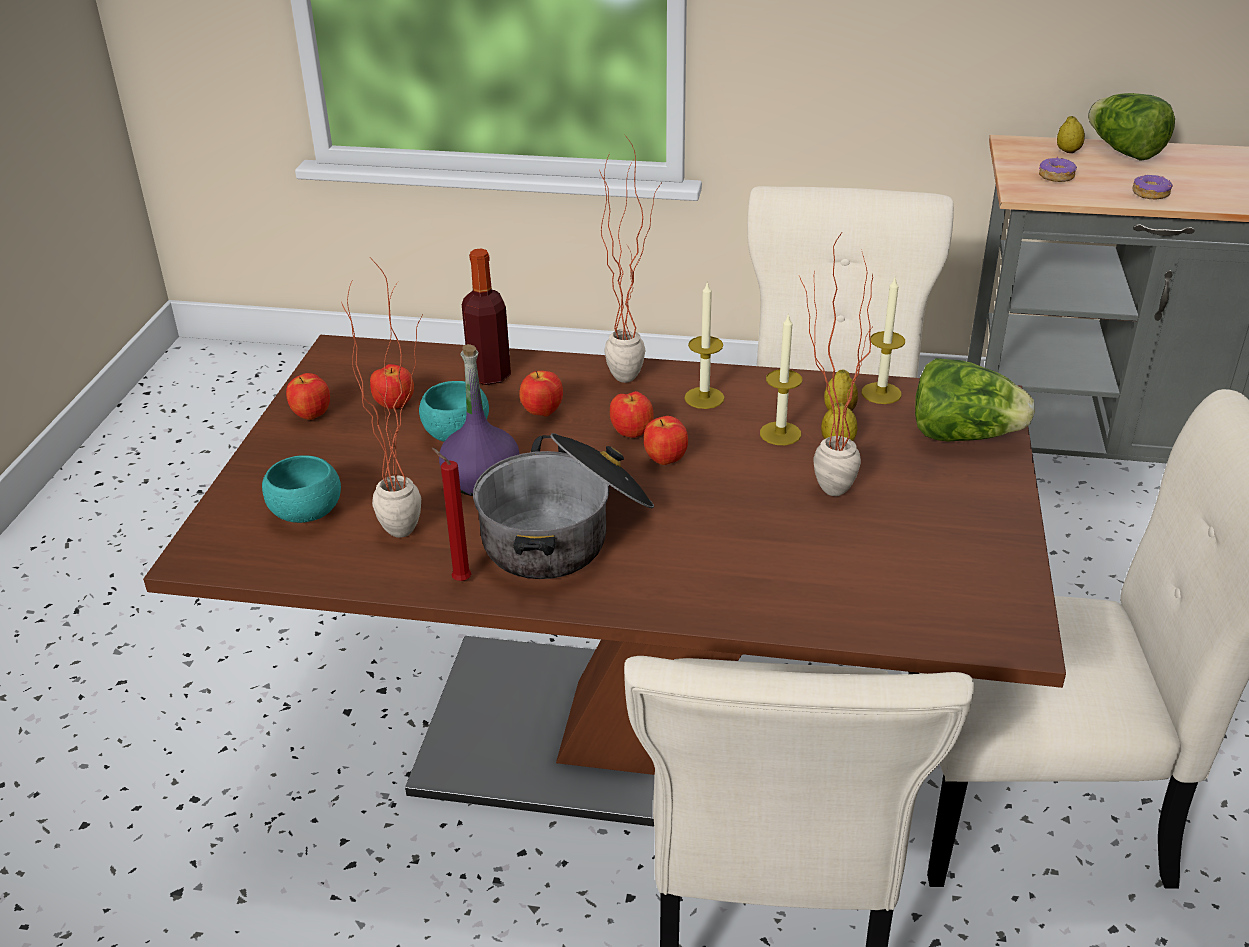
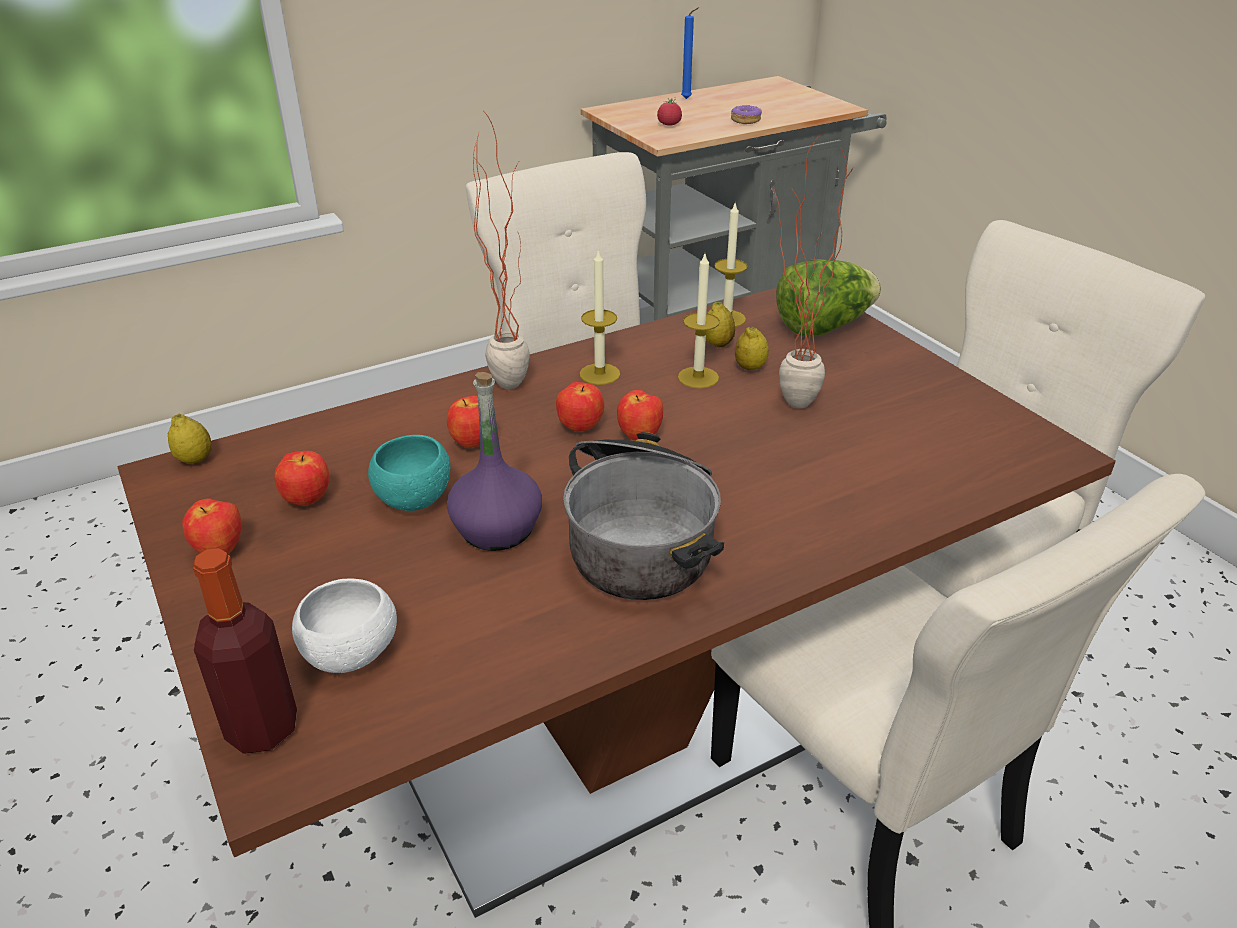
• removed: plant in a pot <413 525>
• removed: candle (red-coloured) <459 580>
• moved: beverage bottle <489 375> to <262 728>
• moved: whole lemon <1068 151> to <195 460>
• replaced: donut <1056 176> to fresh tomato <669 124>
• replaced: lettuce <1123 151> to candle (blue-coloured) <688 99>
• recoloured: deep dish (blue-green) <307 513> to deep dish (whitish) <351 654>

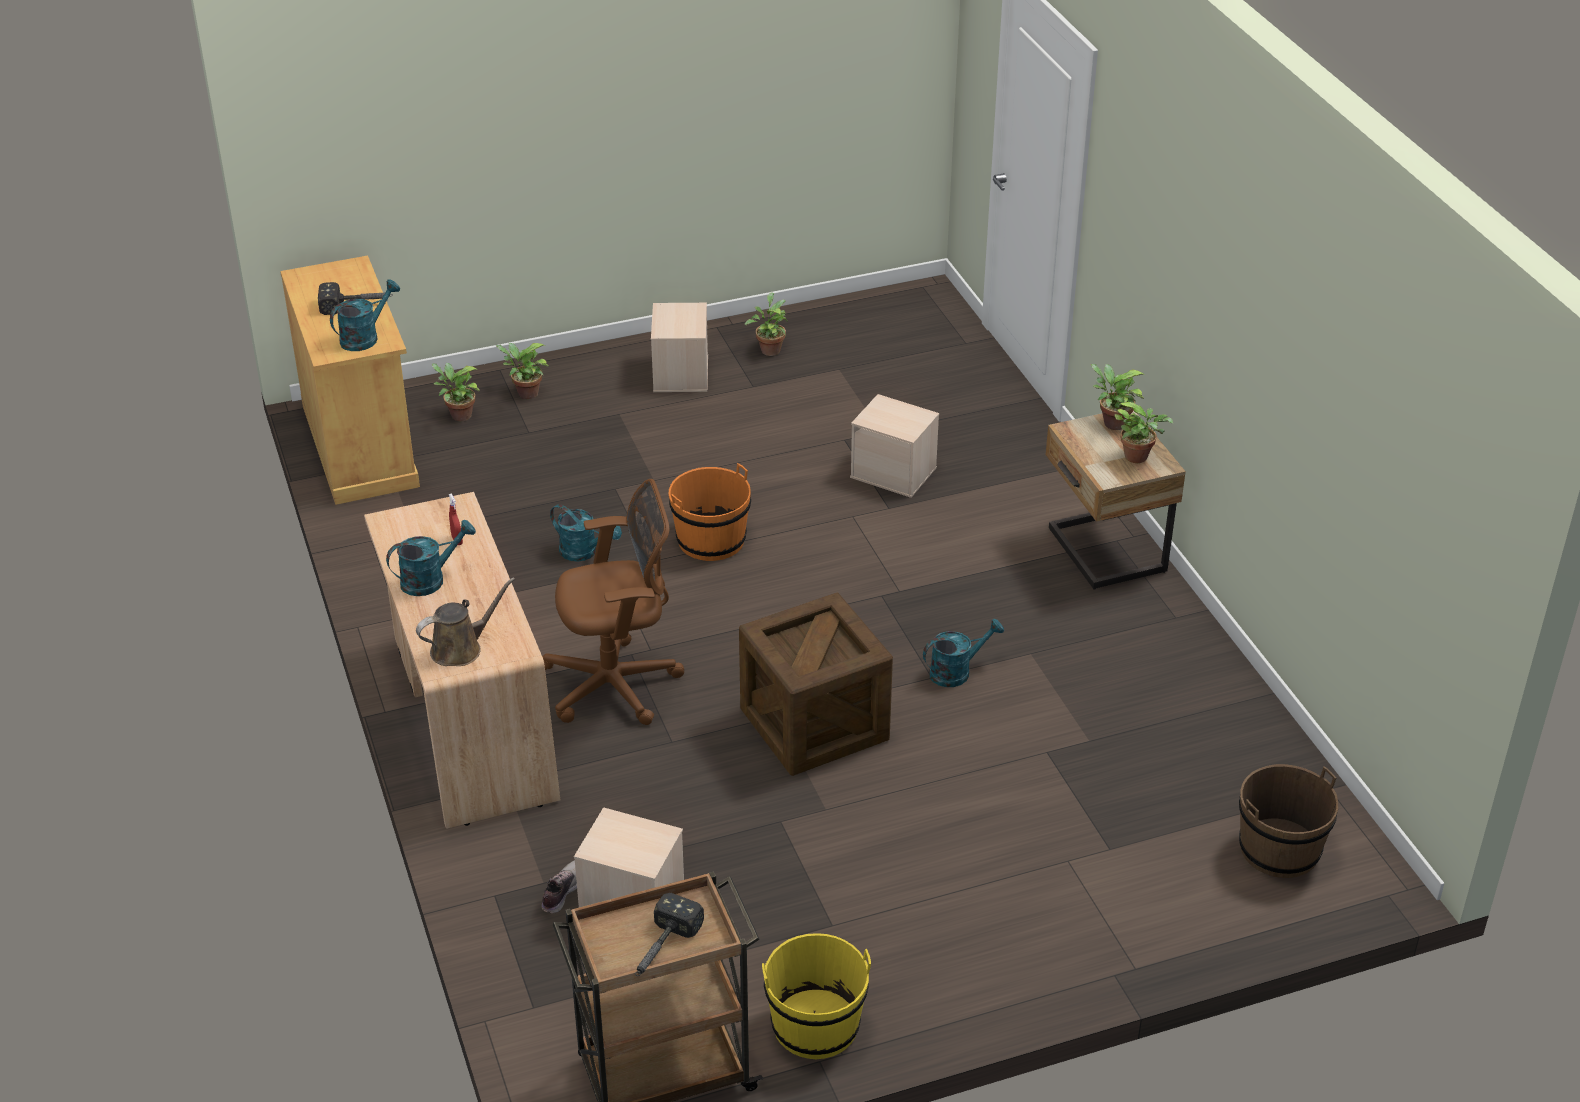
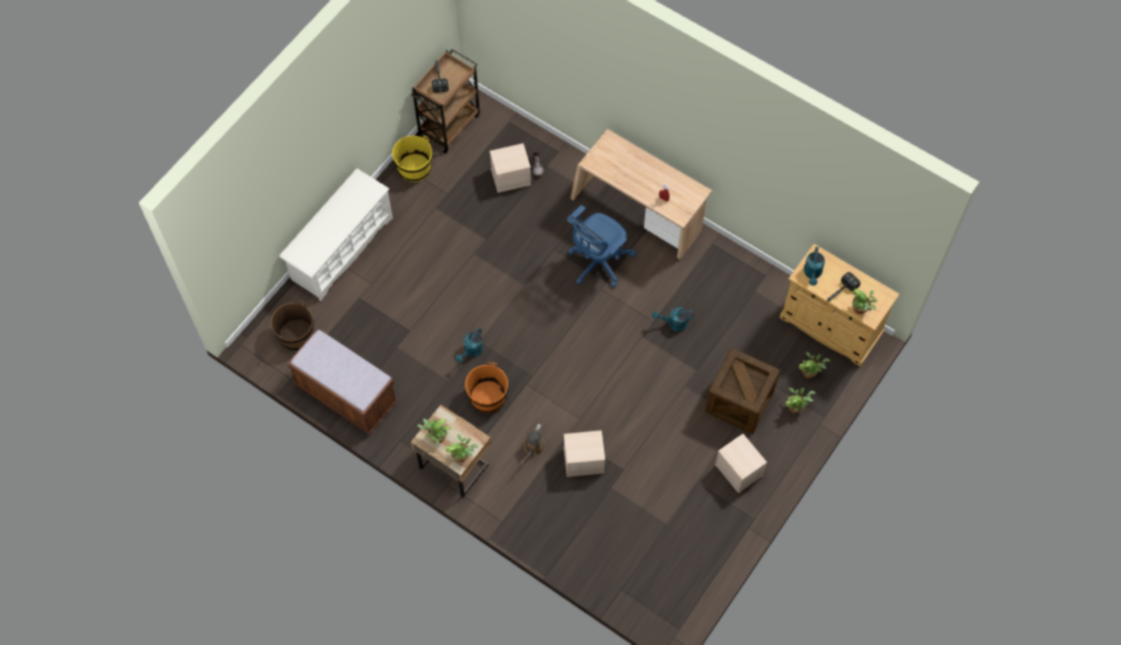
• removed: watering pot (blue-green) <430 579>
• added: shoe stand (whitish) <341 248>
• added: indoor bench (brown-coloured) <346 394>
• moved: watering pot (brown-coloured) <461 648> to <533 448>
• moved: water bucket (orangey) <711 540> to <487 397>
• moved: shipping crate <814 724> to <739 401>
• moved: plant in a pot <769 349> to <860 310>
• recoloured: computer chair (brown-coloured) <617 684> to computer chair (blue-coloured) <597 263>

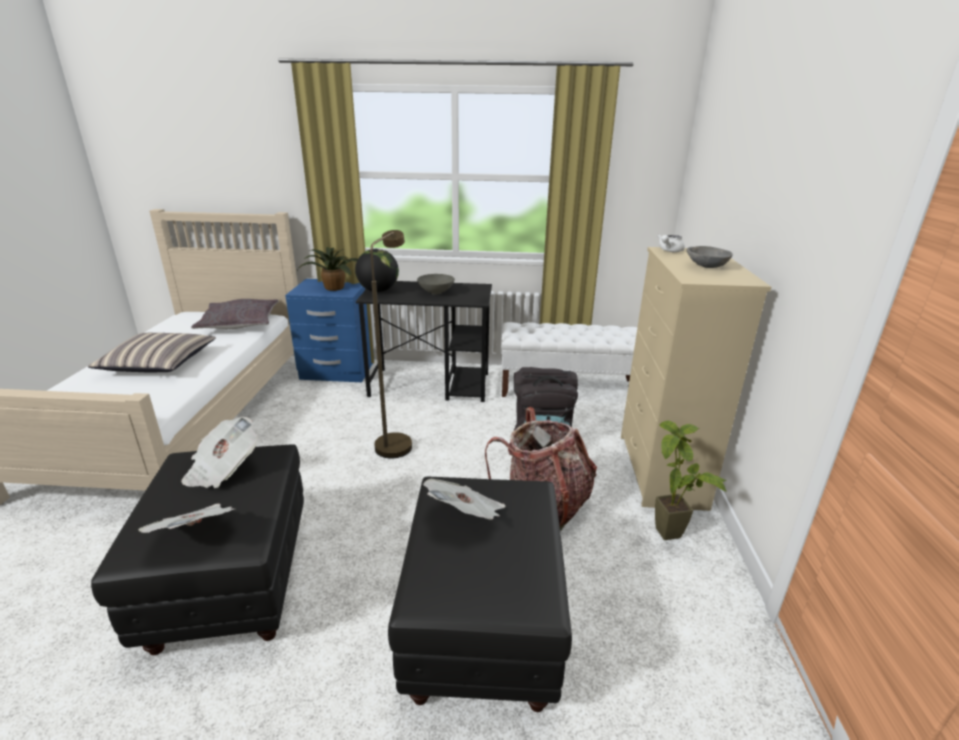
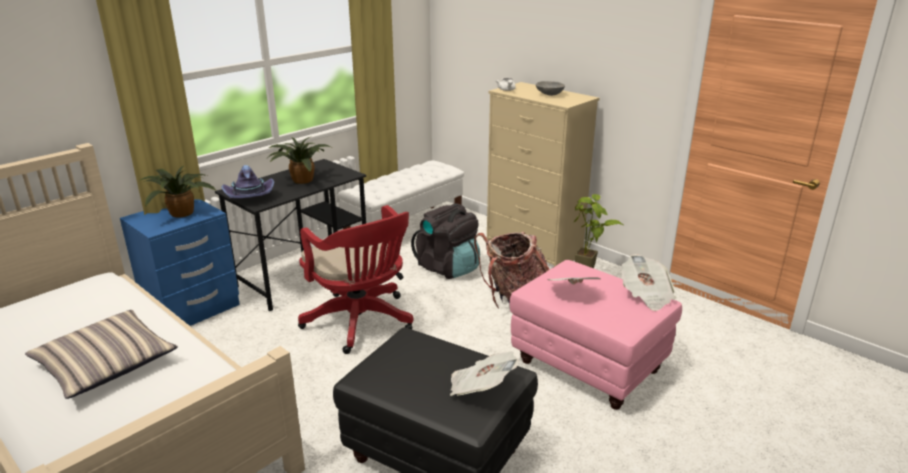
• removed: throw pillow (grey) <239 323>
• moved: printed paper <223 469> to <646 295>
• replaced: desk globe <378 291> to clothing hat (purple-coloured) <249 197>
• replaced: standing lamp (brown-coloured) <396 441> to computer chair (red-coloured) <361 323>
• replaced: deep dish (grey) <435 292> to plant in a pot <301 180>
• recoloured: pouffe (blackish) <483 628> to pouffe (pinkish) <589 365>

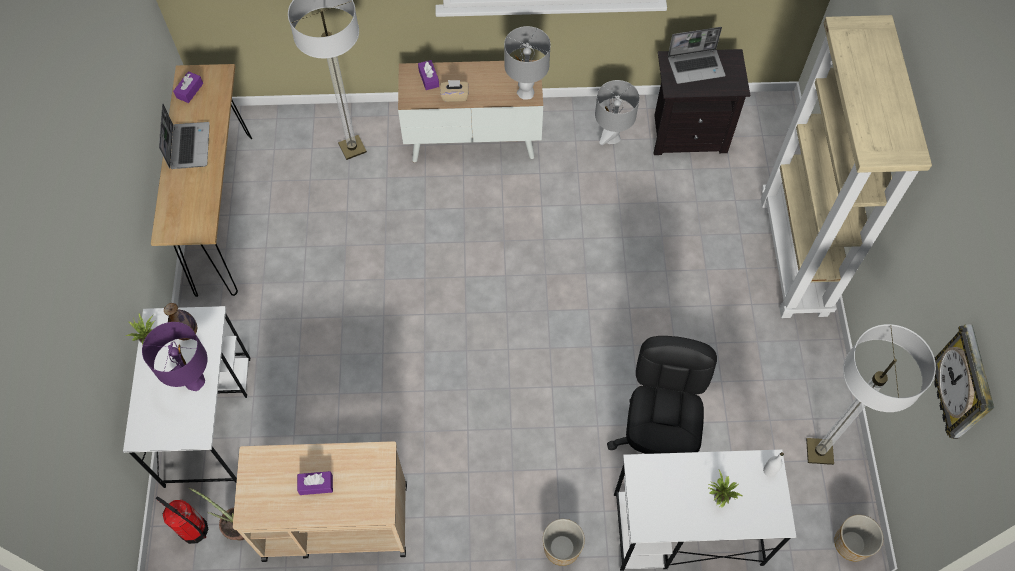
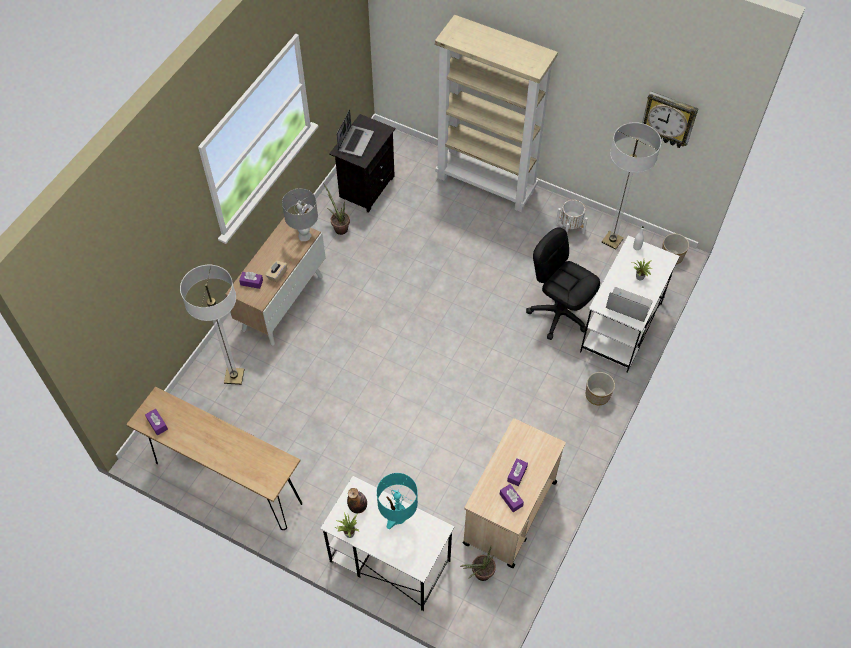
• removed: extinguisher <194 530>
• added: box of tissues (purple-coloured) <511 500>
• added: flower pot (whitish) <570 228>
• moved: laptop <189 146> to <628 305>
• replaced: lamp for a table (grey) <612 138> to plant in a pot <339 227>
• recoloured: lamp for a table (purple-coloured) <194 381> to lamp for a table (blue-green) <398 517>

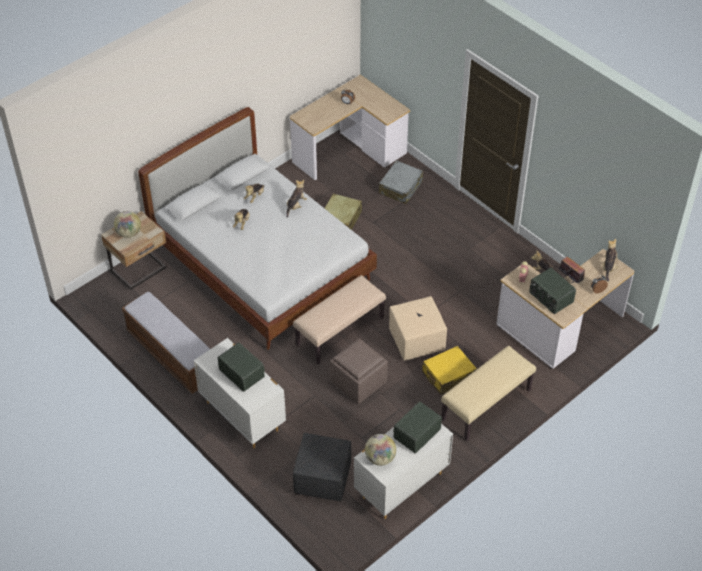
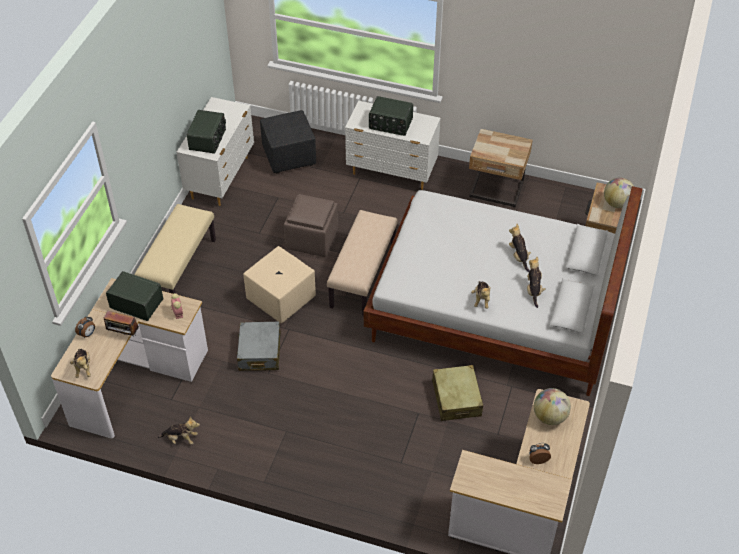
• removed: travel case (yellowish) <448 375>
• moved: desk globe <380 458> to <550 416>
• moved: travel case (grey) <401 187> to <259 352>
• replaced: indoor bench <171 355> to night table (sand-coloured) <496 191>

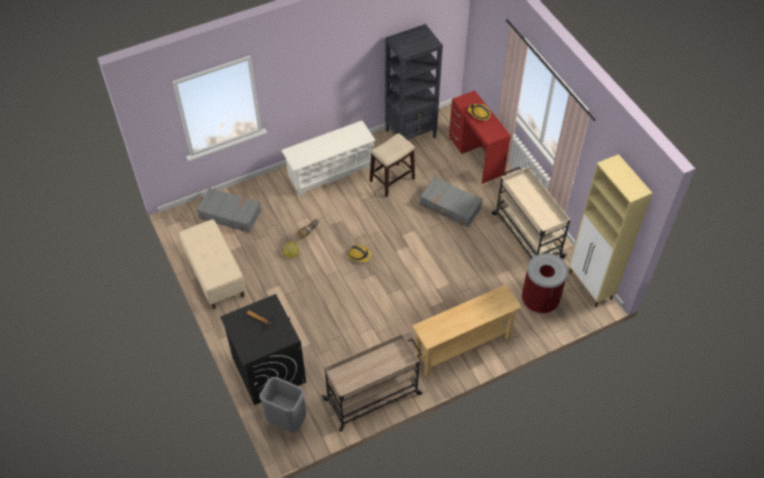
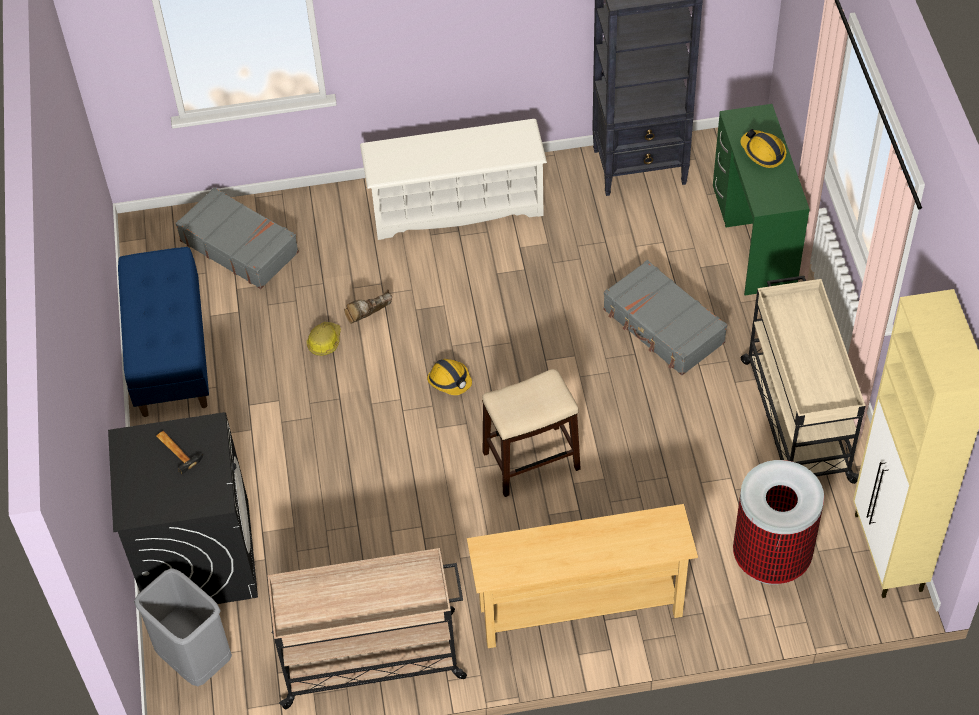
• moved: sitting stool <391 180> to <530 461>
• recoloured: indoor bench (sand-coloured) <214 274> to indoor bench (blue-coloured) <169 353>
• recoloured: desk table (red-coloured) <476 156> to desk table (greenish) <754 238>

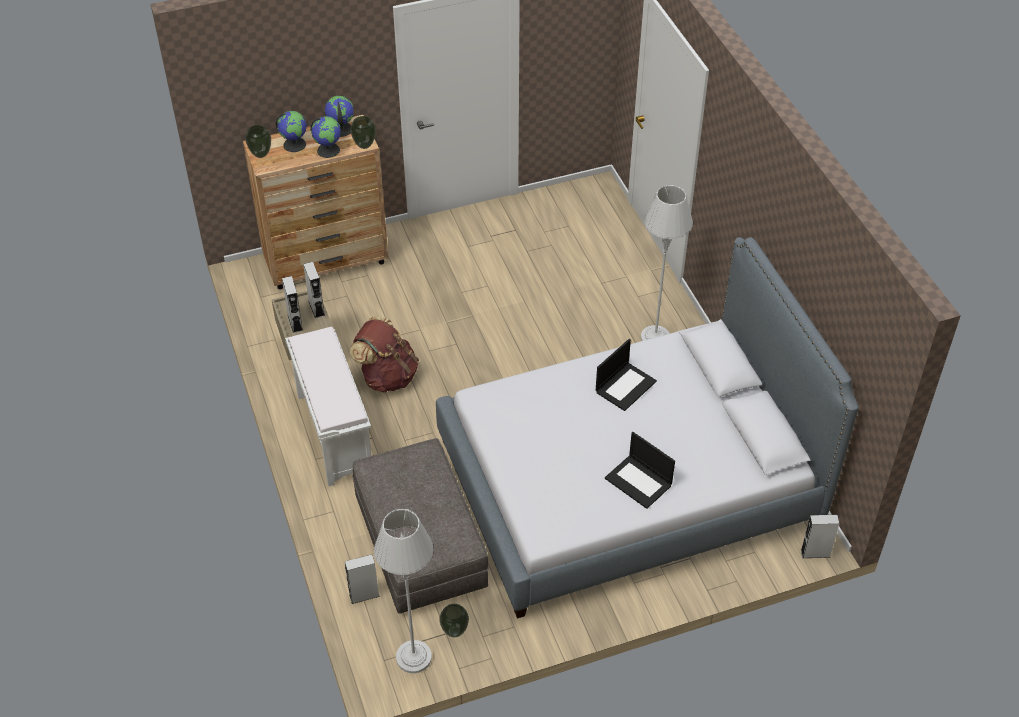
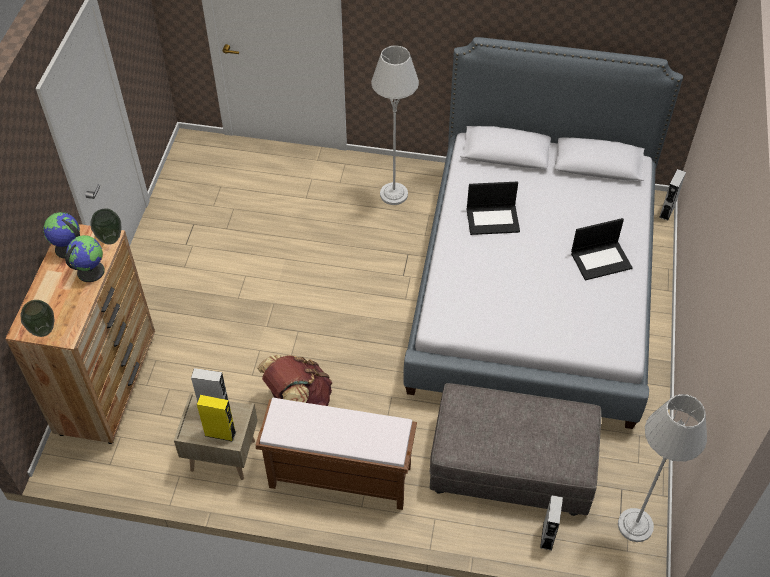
• removed: desk globe <294 144>
• removed: decorative vase <454 631>
• recoloured: loudspeaker (grey) <295 323> to loudspeaker (yellowish) <220 433>
• recoloured: indoor bench (whitish) <333 433> to indoor bench (brown-coloured) <338 477>
• turned: laptop <625 386> = <493 219> 105 degrees clockwise

